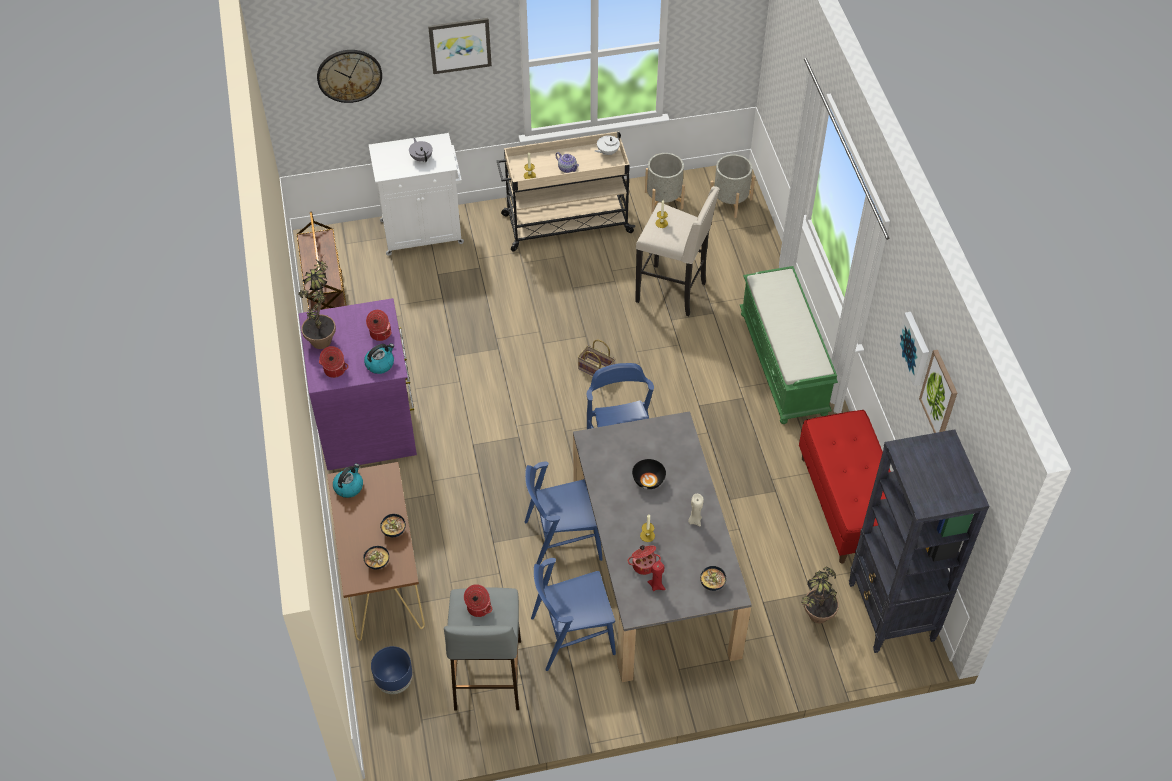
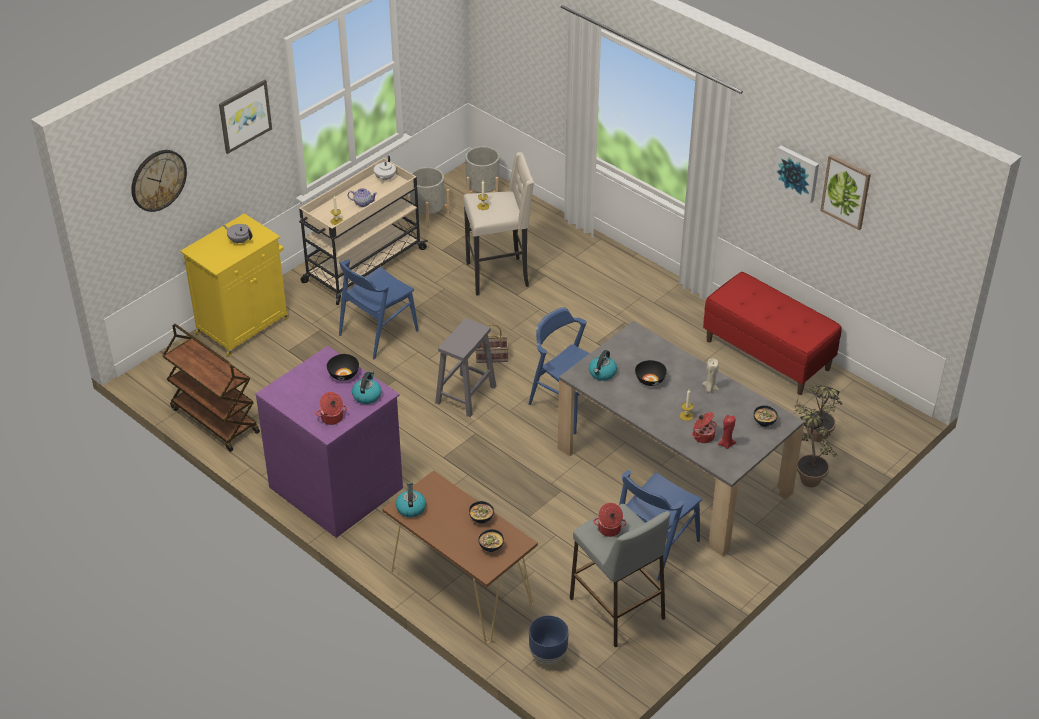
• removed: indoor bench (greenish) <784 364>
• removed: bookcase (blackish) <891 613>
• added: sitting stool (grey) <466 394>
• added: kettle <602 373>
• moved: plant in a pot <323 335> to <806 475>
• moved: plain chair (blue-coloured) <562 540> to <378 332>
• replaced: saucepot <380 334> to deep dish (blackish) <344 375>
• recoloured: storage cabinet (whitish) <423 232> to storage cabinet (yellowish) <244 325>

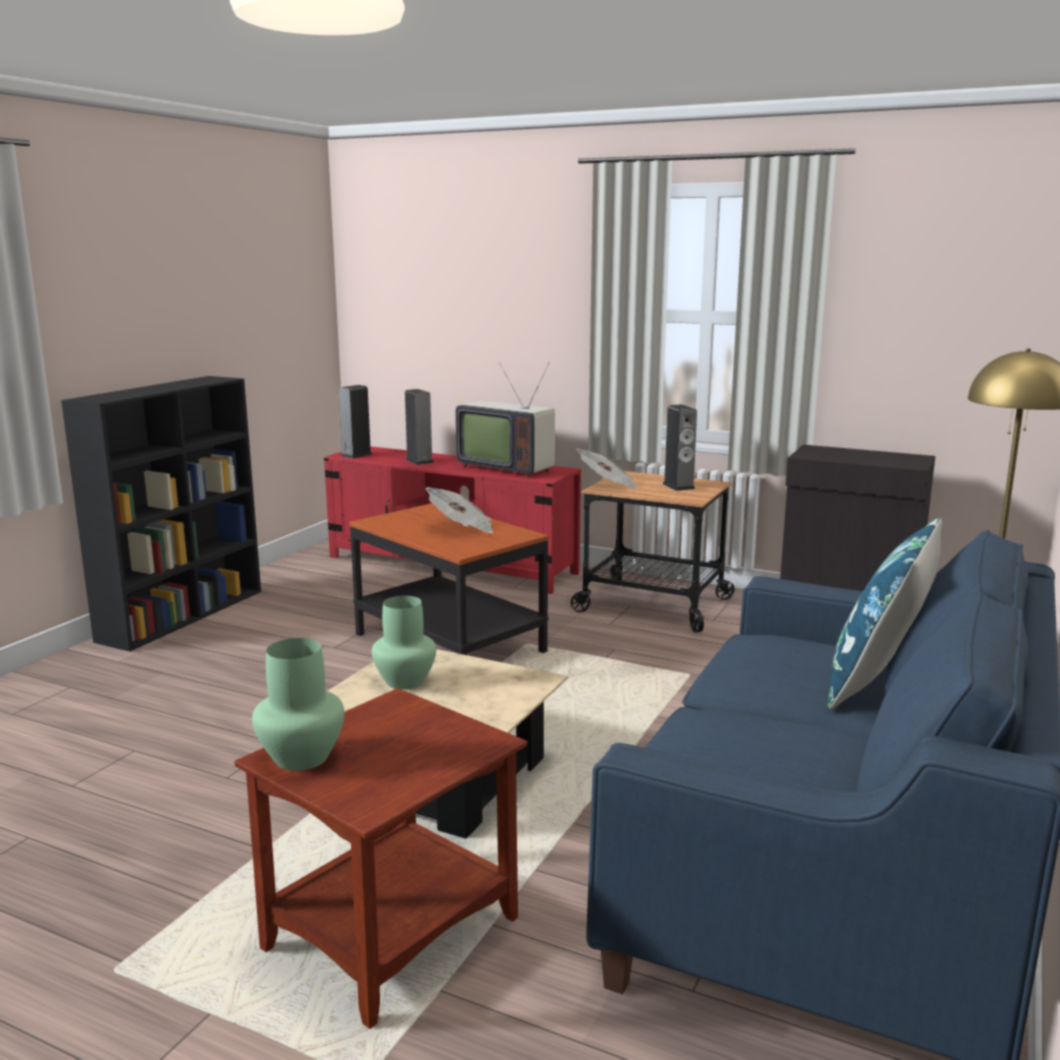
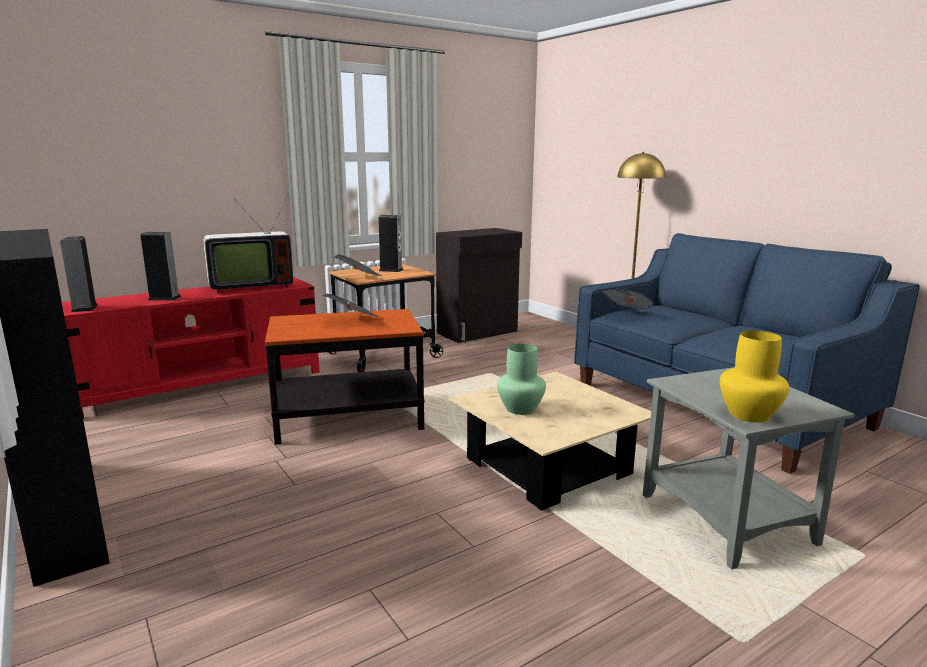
• removed: throw pillow (blue-coloured) <878 682>
• added: printed paper <628 313>
• recoloured: end table (brown-coloured) <394 935> to end table (grey) <728 519>
• recoloured: decorative vase (greenish) <300 758> to decorative vase (yellowish) <749 415>

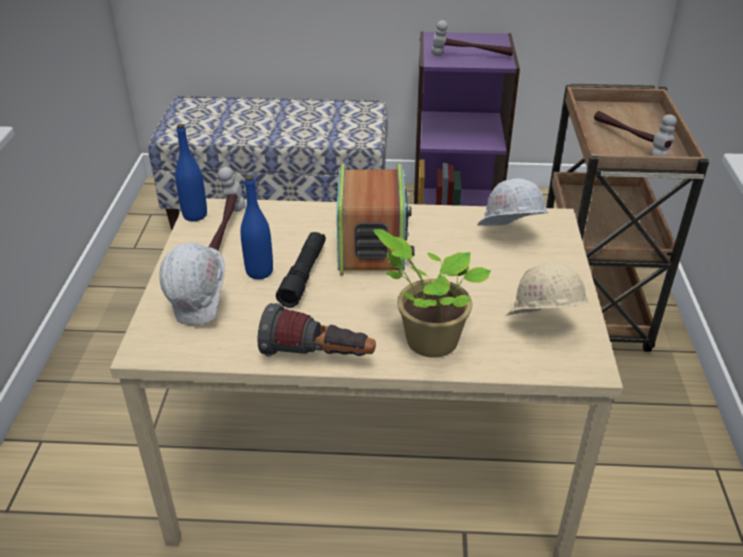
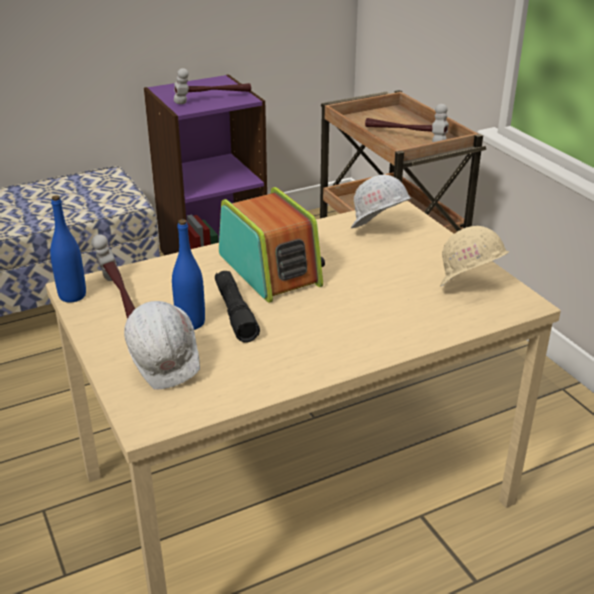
• removed: hand torch <318 357>
• removed: plant in a pot <427 340>

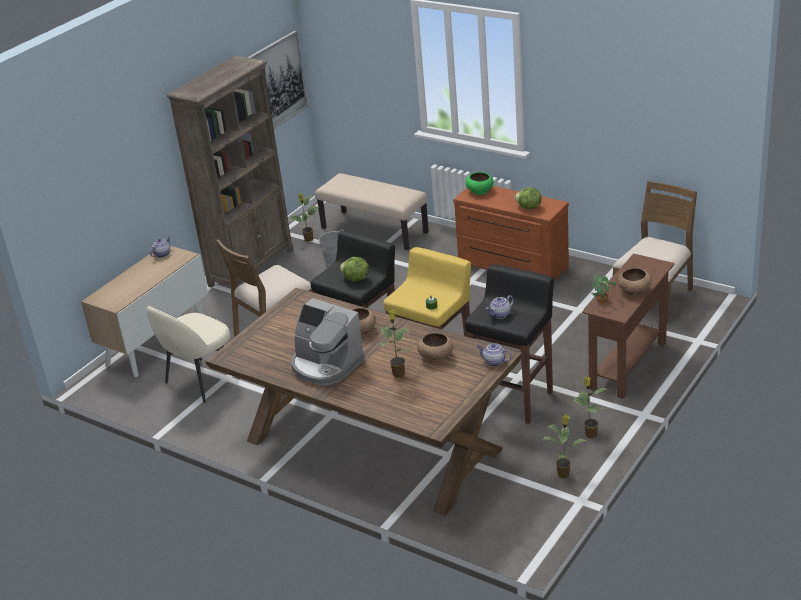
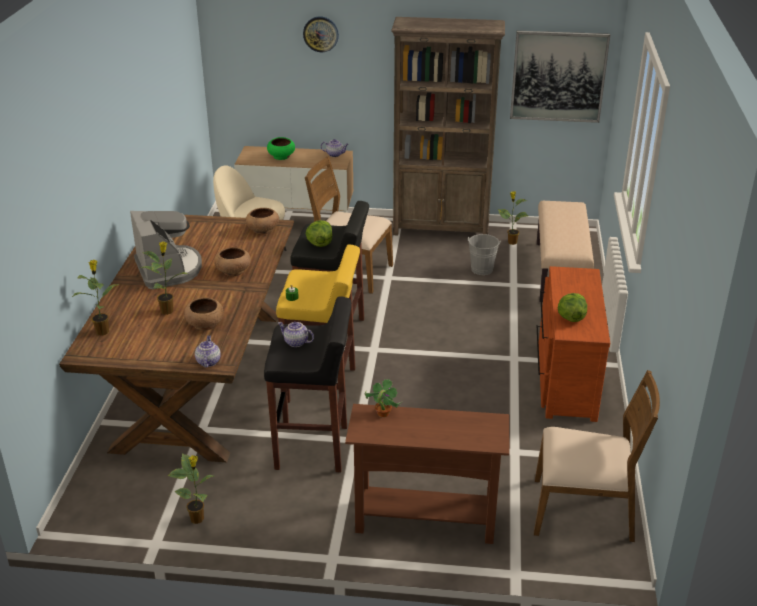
• added: wall clock <321 34>
• moved: deep dish (greenish) <480 191> to <281 156>
• moved: plant in a pot <590 434> to <103 331>
• moved: deep dish (brown-coloured) <634 291> to <262 230>
• turned: coffee machine <326 365> = <169 269> 150 degrees clockwise

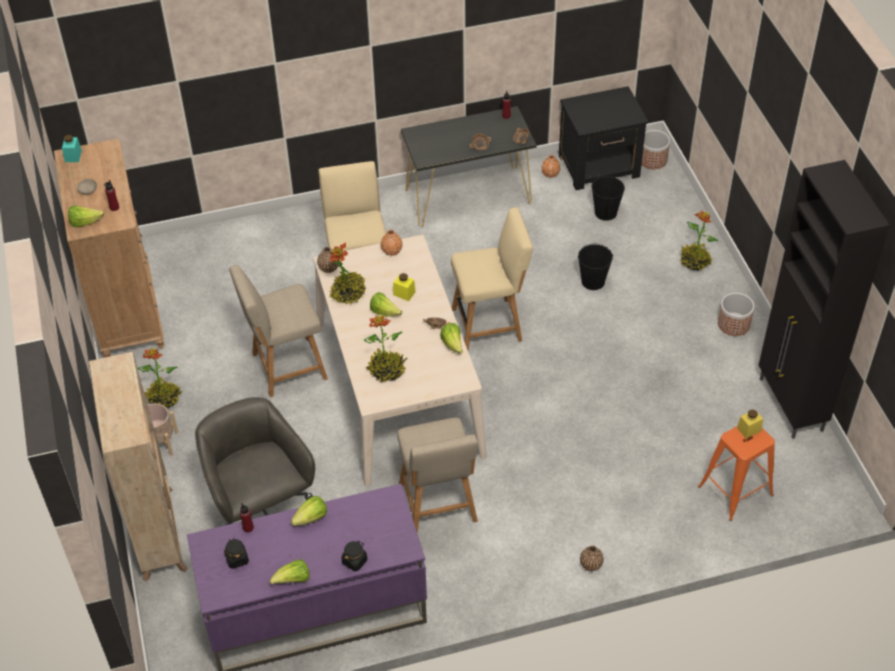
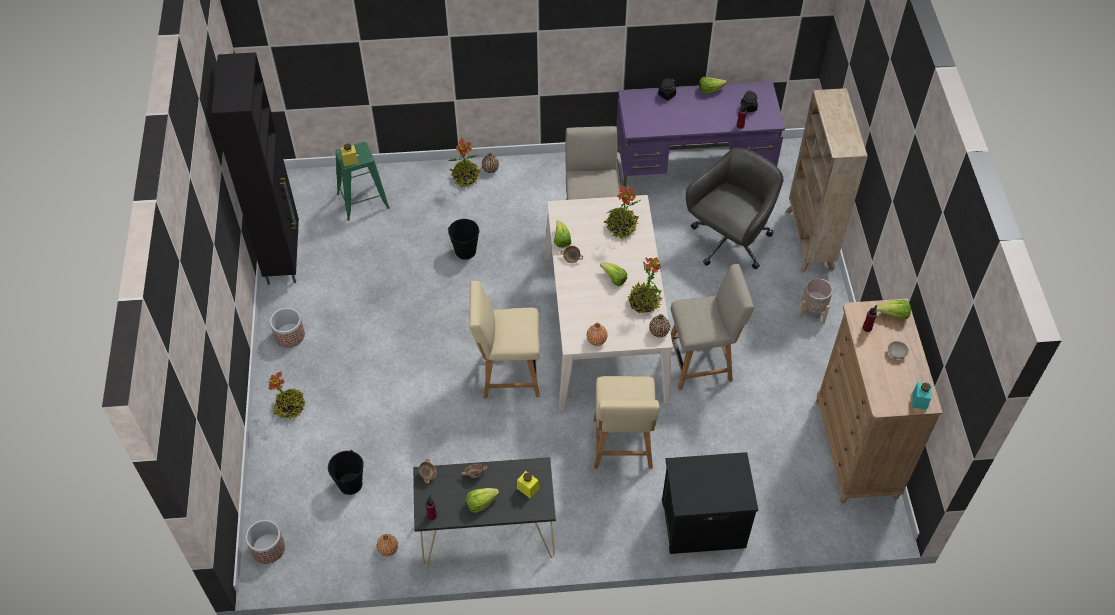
• moved: plant in a pot <164 399> to <465 177>
• moved: lettuce <311 518> to <481 503>
• moved: storage jar (yellowish) <404 293> to <528 488>
• moved: night table (blackish) <600 166> to <702 522>
• moved: water bucket (blackish) <593 281> to <465 251>
• recoloured: sitting stool (orangey) <736 490> to sitting stool (greenish) <362 201>
• turned: computer chair (grey) <261 512> = <729 242> 120 degrees counterclockwise

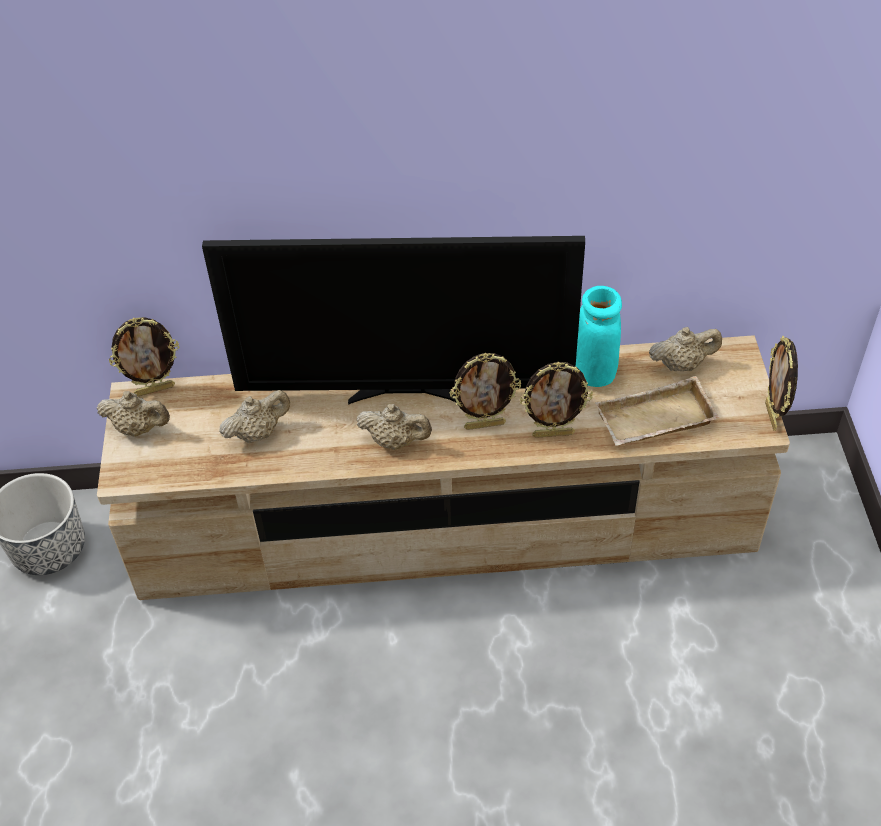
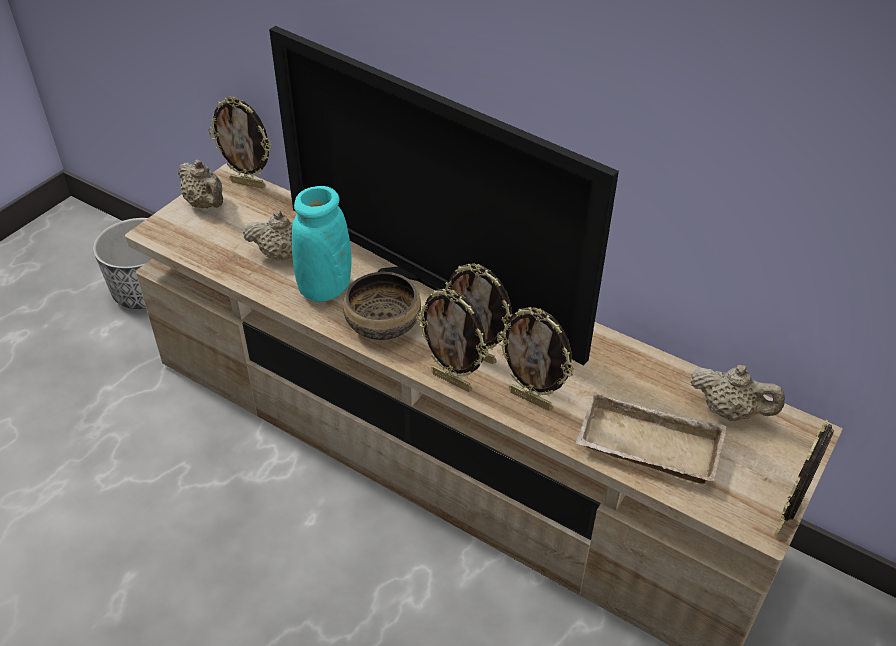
• added: standing frame <452 380>
• moved: decorative vase (blue-green) <594 373> to <325 288>
• replaced: pot for tea (sand-coloured) <395 441> to deep dish <384 323>

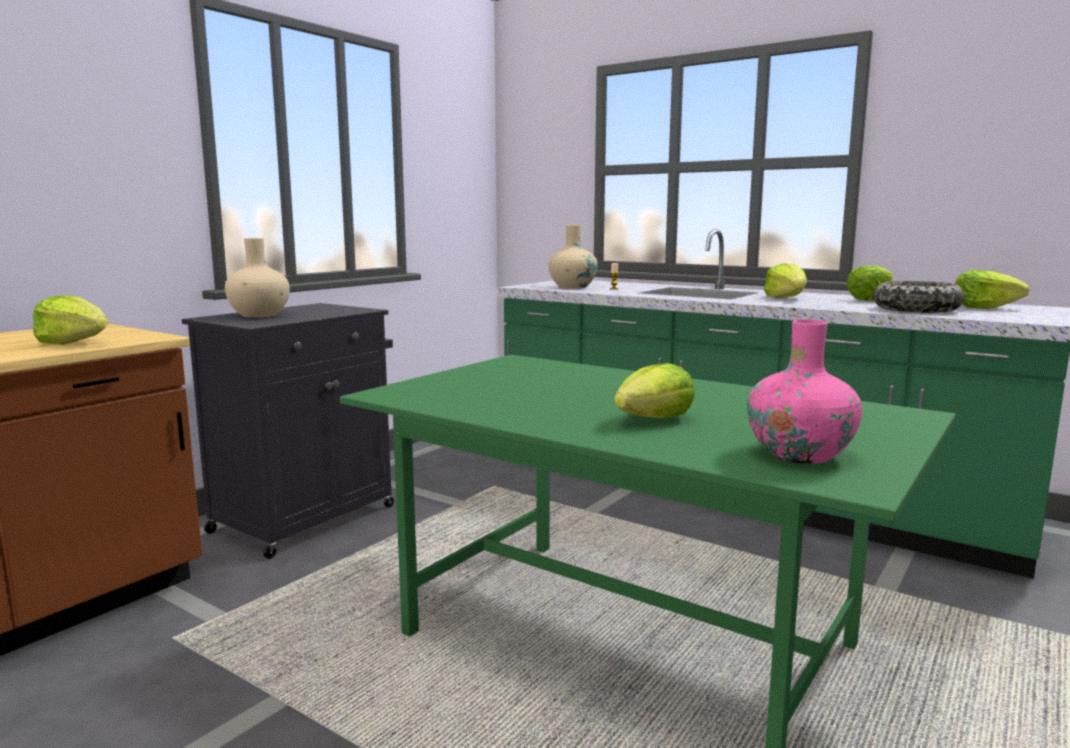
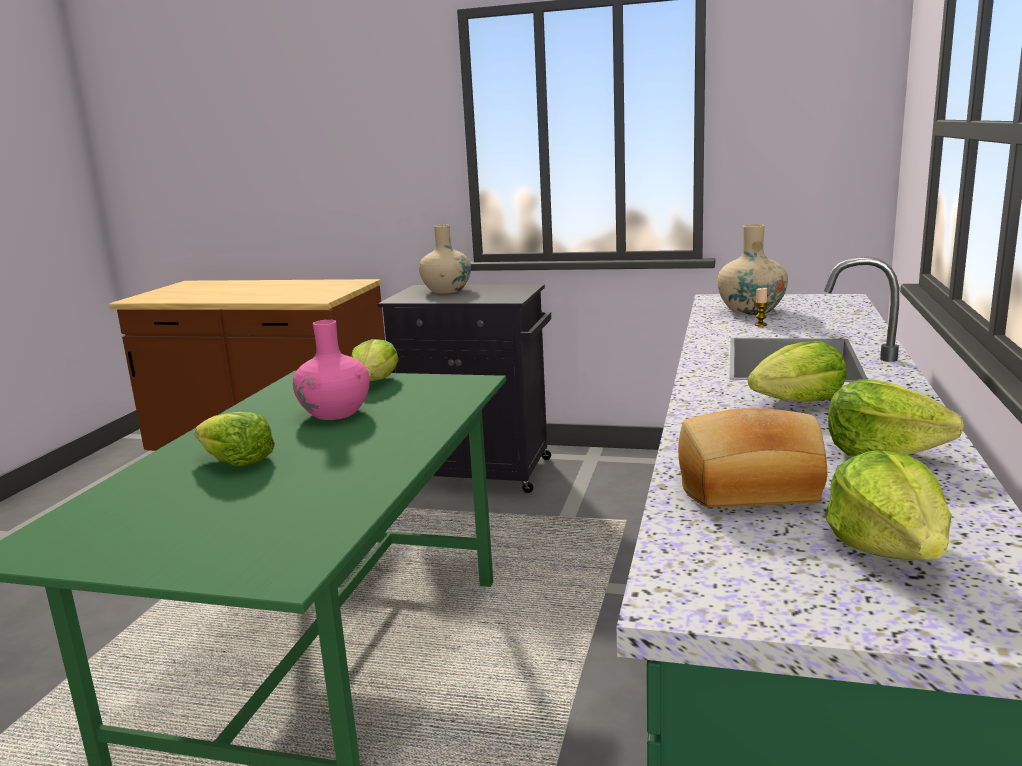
• moved: lettuce <74 343> to <375 381>
• moved: decorative vase (pinkish) <800 454> to <335 413>
• replaced: deep dish <916 309> to bakery bread <749 488>

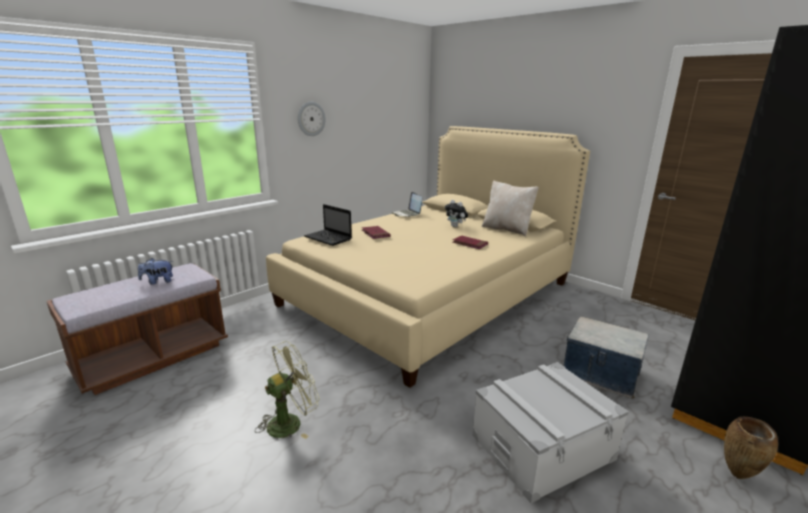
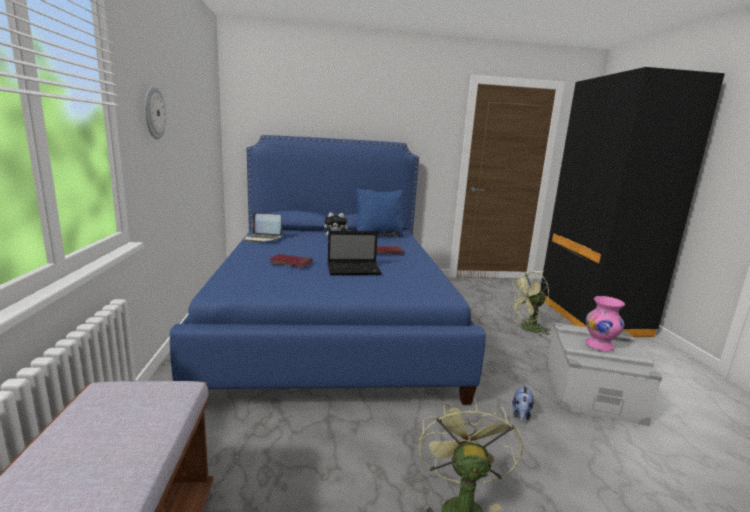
• removed: decorative vase (brown-coloured) <738 475>
• added: decorative vase (pinkish) <598 345>
• moved: plush toy <158 282> to <521 415>
• moved: laptop <329 238> to <354 270>
• replaced: storage bin <600 374> to cooling fan (greenish) <527 329>
• recoloured: bedroom bed (sand-coloured) <429 293> to bedroom bed (blue-coloured) <330 320>
• recoloured: throw pillow (sand-coloured) <507 229> to throw pillow (blue-coloured) <378 235>

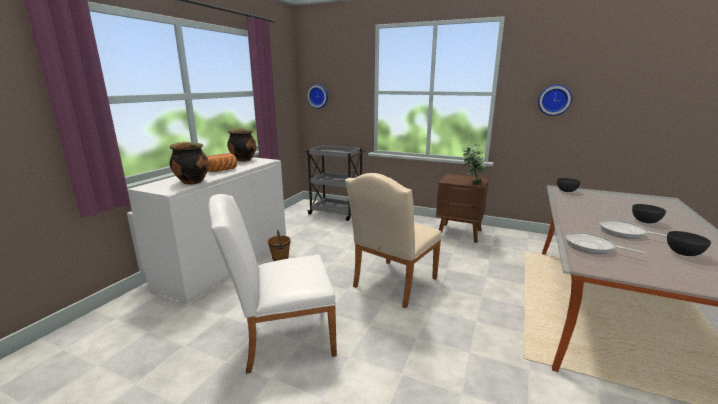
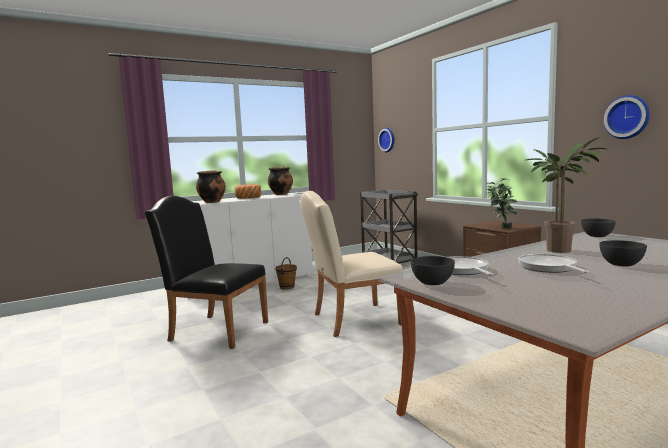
• added: plant in a pot <561 249>
• moved: deep dish (grey) <683 253> to <432 283>
• recoloured: plain chair (whitish) <281 338> to plain chair (blackish) <214 330>

